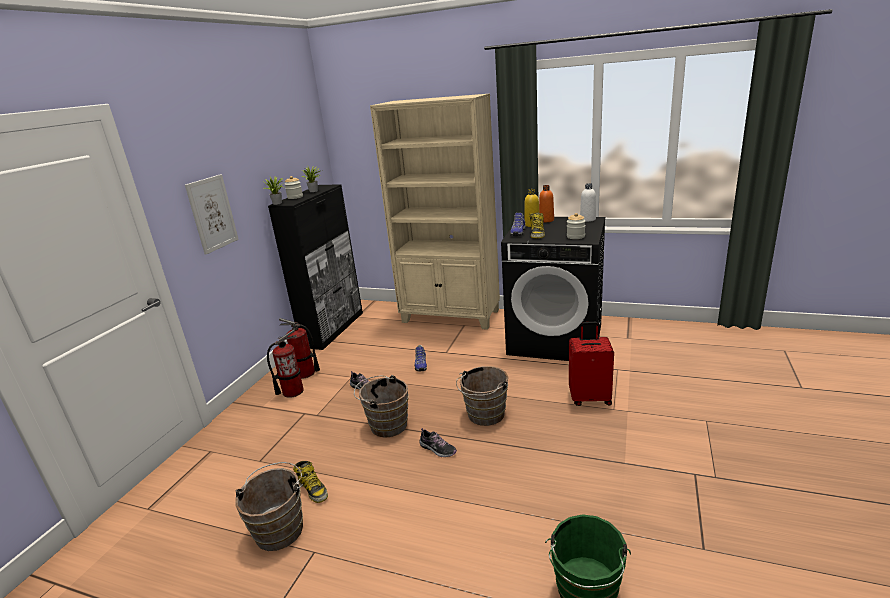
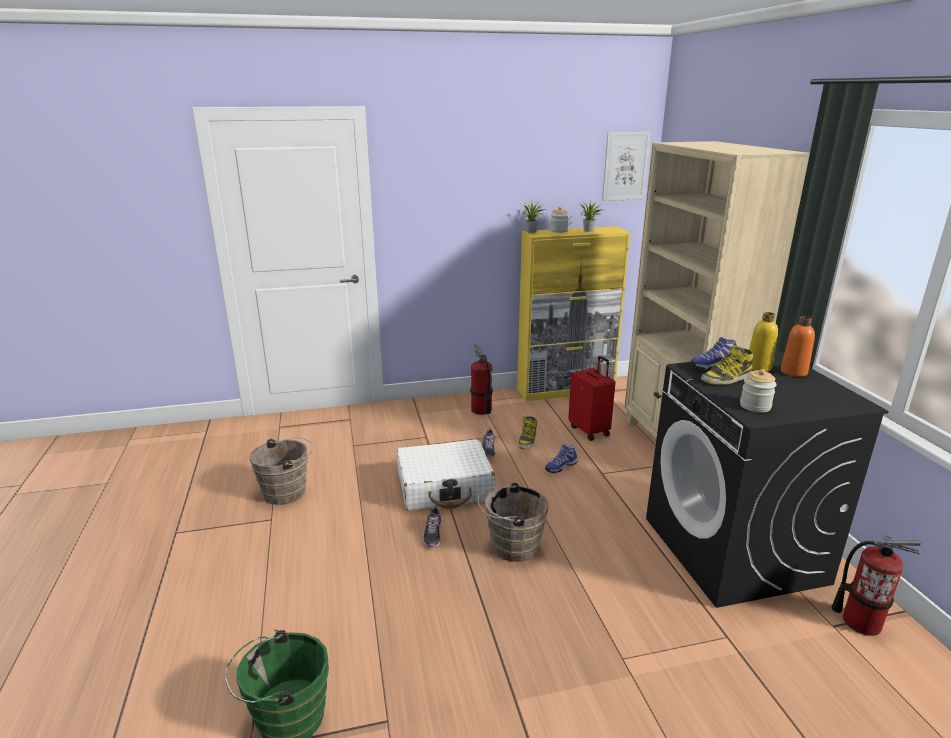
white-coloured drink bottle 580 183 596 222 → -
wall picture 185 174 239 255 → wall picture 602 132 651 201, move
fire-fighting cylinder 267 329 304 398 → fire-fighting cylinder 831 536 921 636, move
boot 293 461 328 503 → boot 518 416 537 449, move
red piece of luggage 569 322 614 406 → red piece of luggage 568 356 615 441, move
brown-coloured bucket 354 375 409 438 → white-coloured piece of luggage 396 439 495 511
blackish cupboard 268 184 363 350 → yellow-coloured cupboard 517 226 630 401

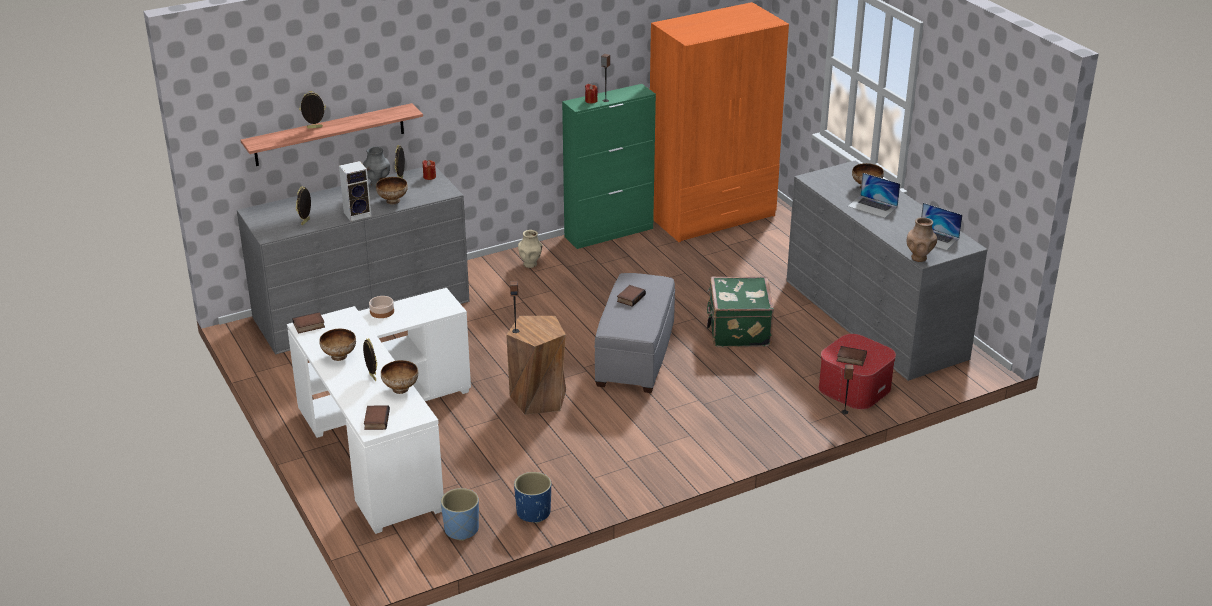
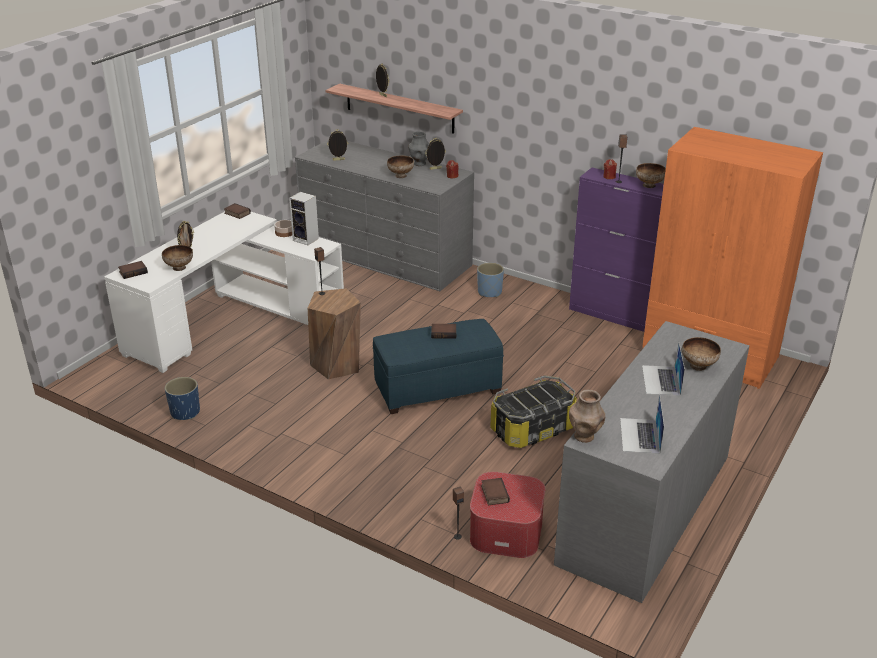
beige decorative vase 518 230 543 268 → -
bowl 319 329 356 361 → bowl 636 163 666 188, move
loudspeaker 339 161 371 221 → loudspeaker 289 192 319 245, move
bluish planter 441 488 479 541 → bluish planter 477 263 504 297, move
green piece of luggage 707 276 774 348 → storage box 490 376 577 448
green cupboard 562 84 656 249 → purple-coloured cupboard 569 168 664 332
greyish ottoman 594 273 675 393 → bluish ottoman 373 319 504 414

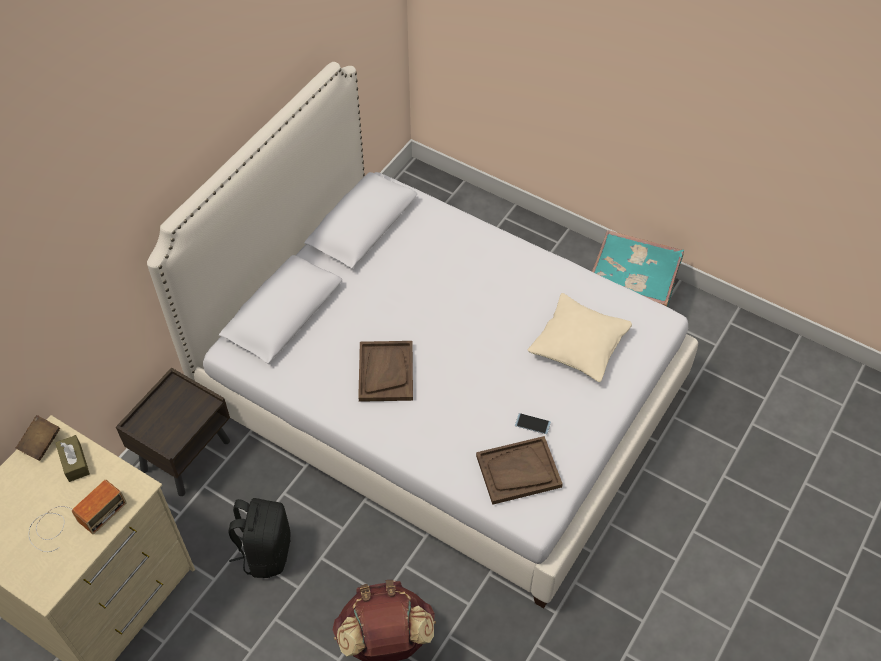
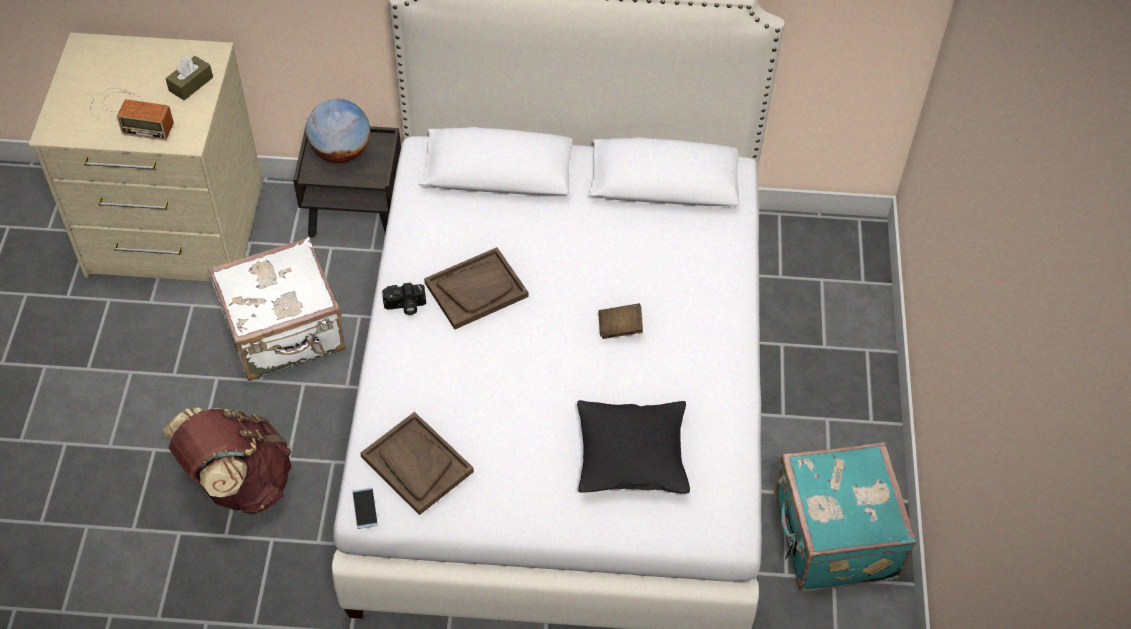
- → world globe 306 99 370 163
- → still camera 382 283 426 315
brown-coloured book 16 415 60 461 → brown-coloured book 598 303 643 339, move
phone 515 413 551 434 → phone 352 488 378 529, move
blackish rucksack 229 498 290 578 → white-coloured piece of luggage 208 237 345 381
beige pillow 528 293 632 382 → blackish pillow 577 400 690 494

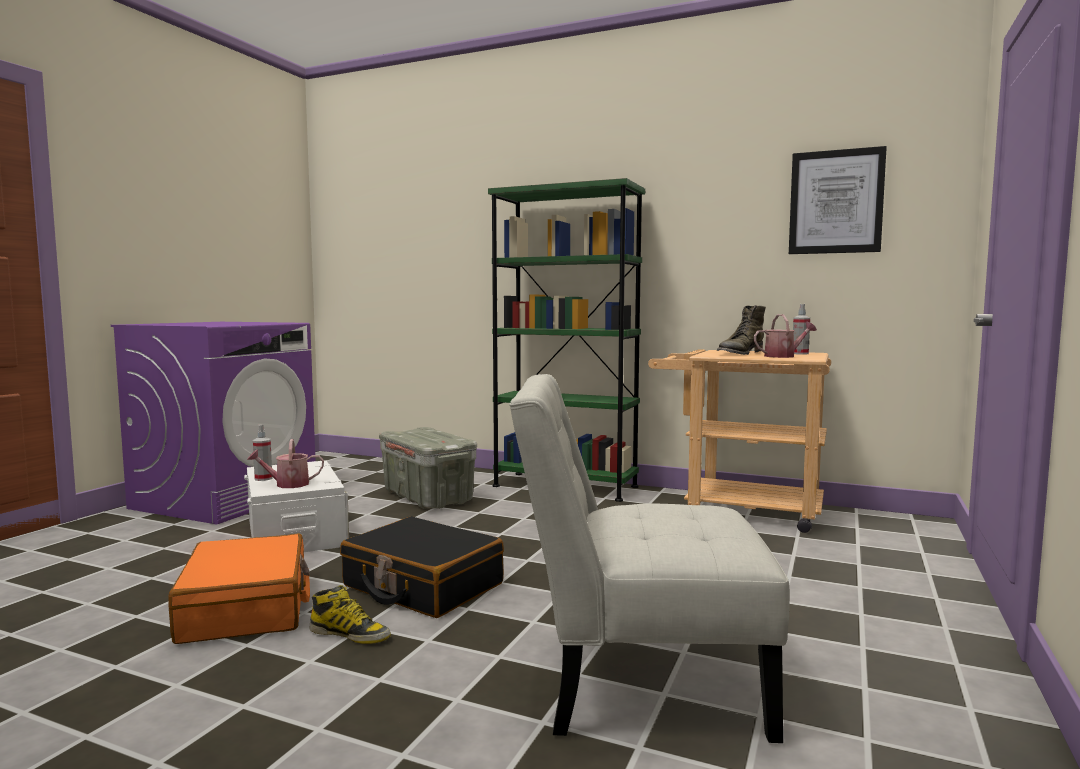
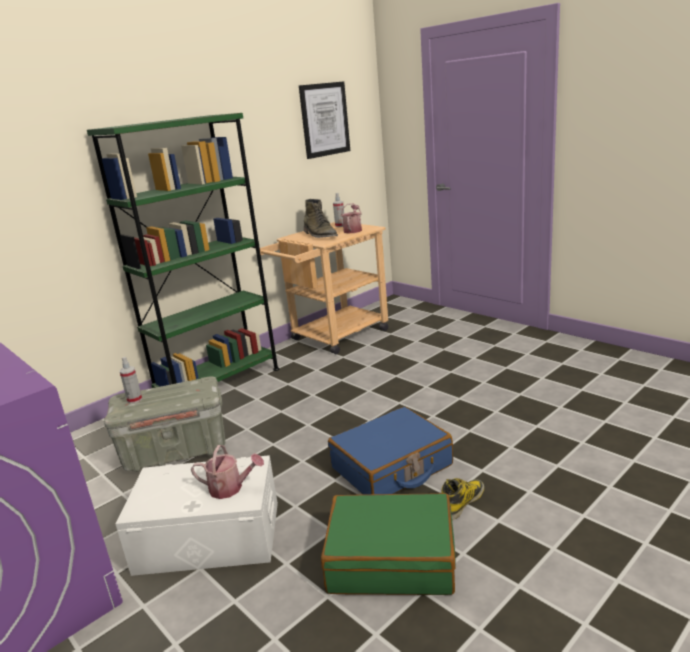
white-coloured plain chair 509 374 790 743 → -
sprayer 253 425 272 481 → sprayer 120 357 142 404, move
orangey piece of luggage 168 534 310 644 → green piece of luggage 321 493 455 595
blackish piece of luggage 340 516 504 618 → bluish piece of luggage 328 407 453 494
sprinkling can 247 439 324 488 → sprinkling can 191 445 264 499, 90 degrees counterclockwise

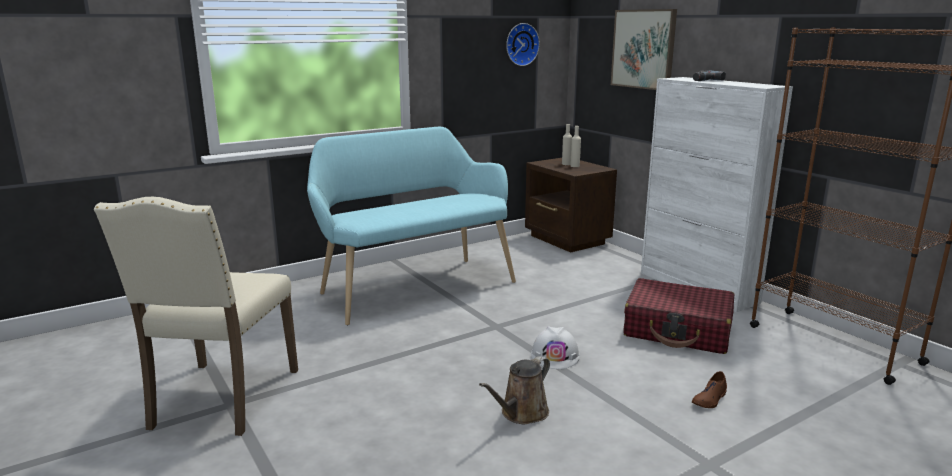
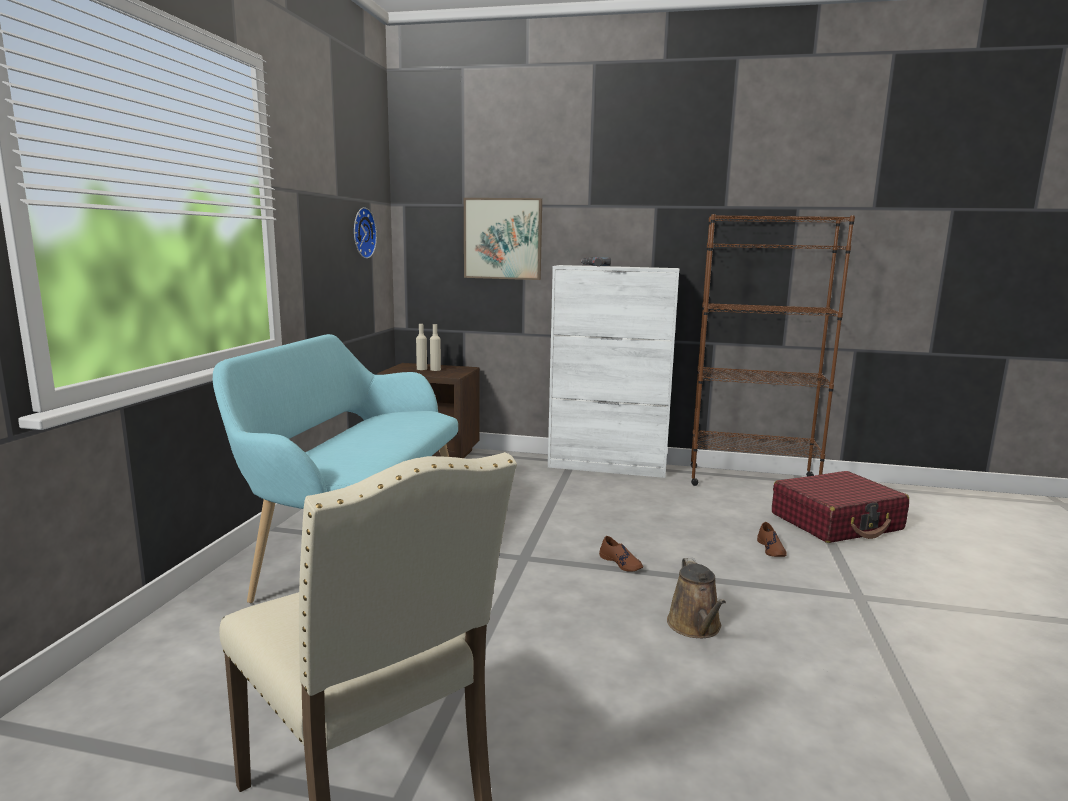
red piece of luggage 623 278 734 354 → red piece of luggage 772 471 909 543, move
white-coloured safety helmet 531 326 580 369 → brown-coloured low shoe 599 536 643 571

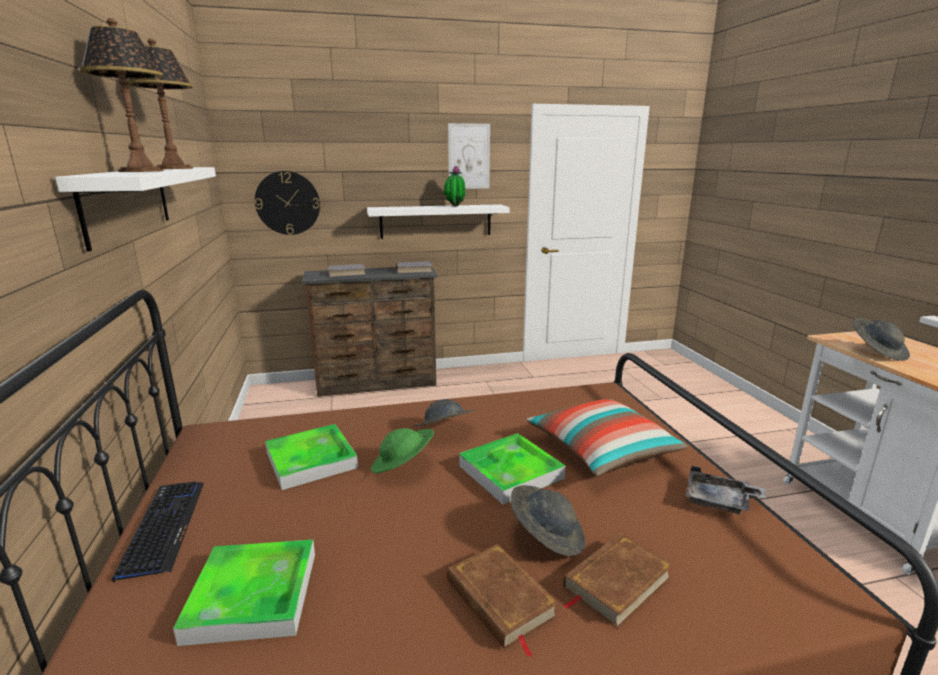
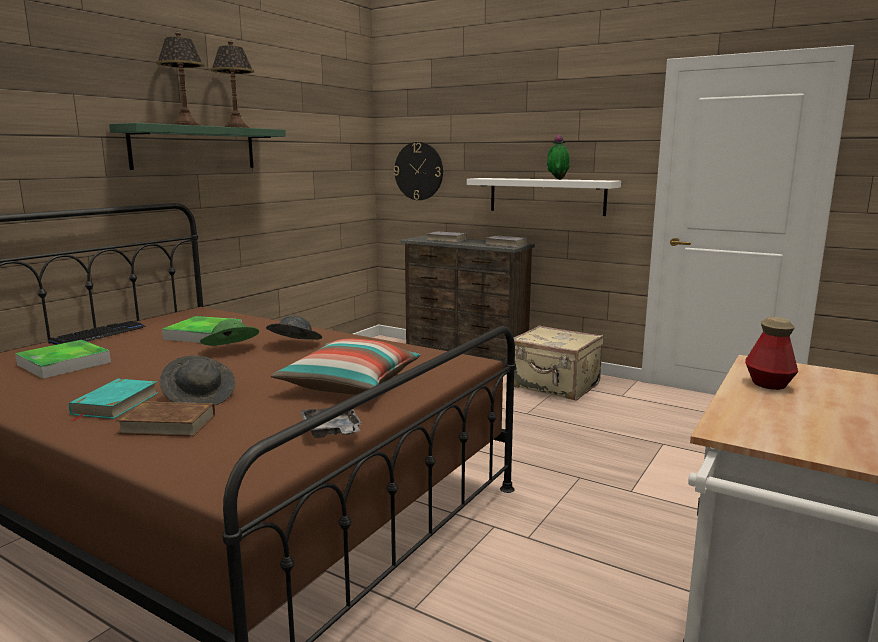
wall picture 448 123 490 189 → -
carrying tray 459 433 565 505 → -
- → beige piece of luggage 514 325 604 401
greyish clothing hat 853 318 910 361 → drink bottle 745 317 798 390
white-coloured shelf 55 167 216 252 → green shelf 109 123 286 170
brown-coloured book 447 544 559 658 → turquoise-coloured book 69 379 158 422

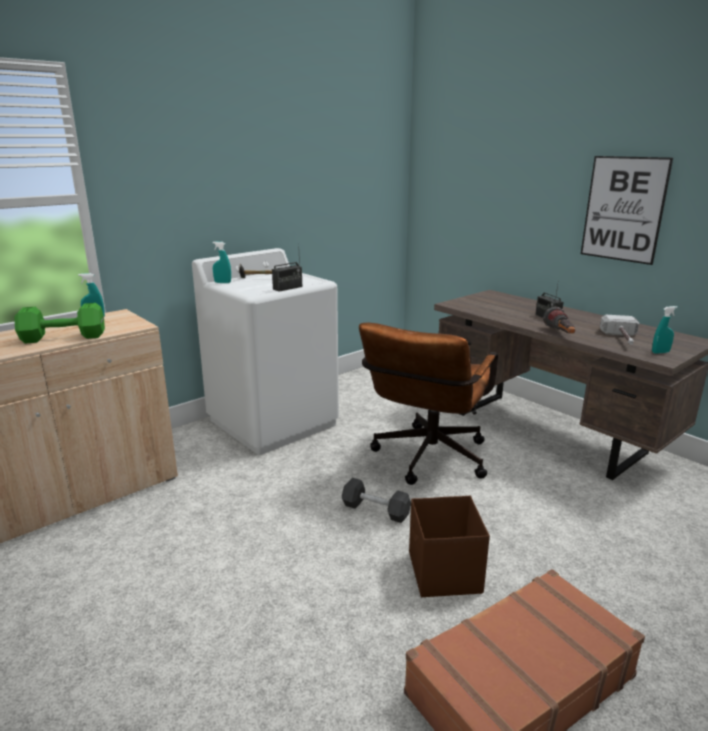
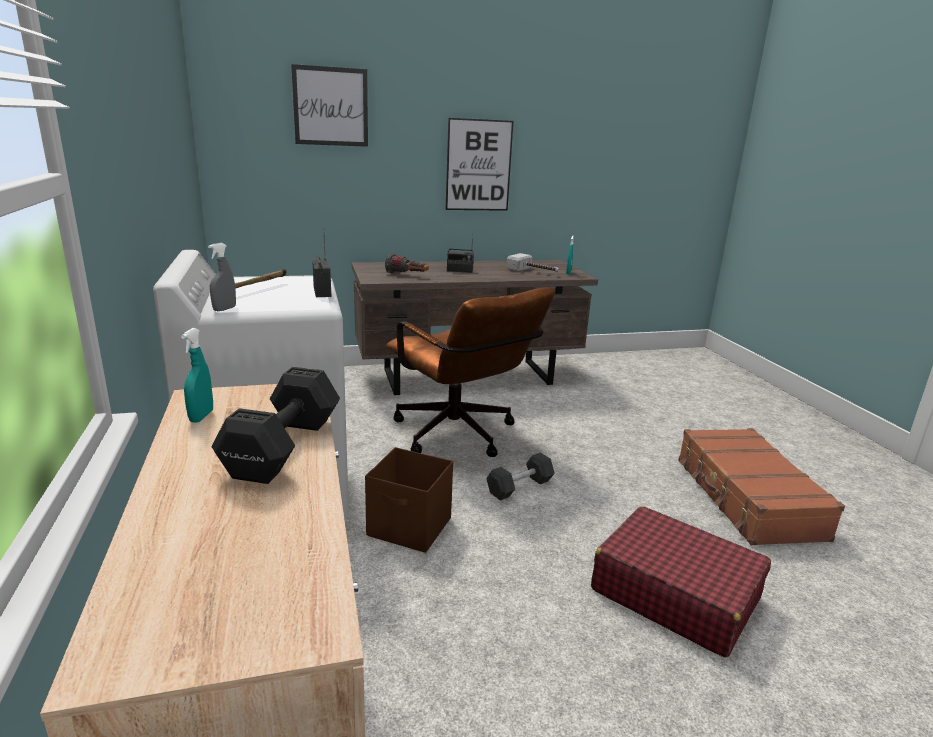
- → wall picture 291 64 368 147
- → red piece of luggage 591 506 771 657
brown-coloured storage box 409 496 490 597 → brown-coloured storage box 365 447 453 553, move
hand torch 543 307 575 333 → hand torch 385 253 429 274, move
green free weight 14 303 105 344 → blackish free weight 212 367 340 484
turquoise-coloured sprayer 213 242 231 283 → greyish sprayer 208 243 236 311

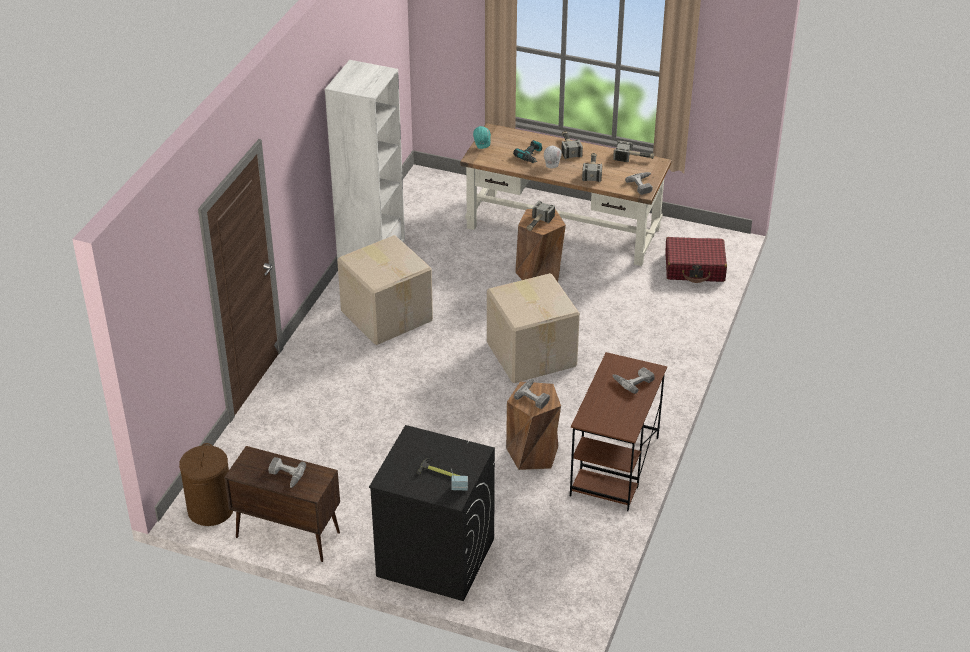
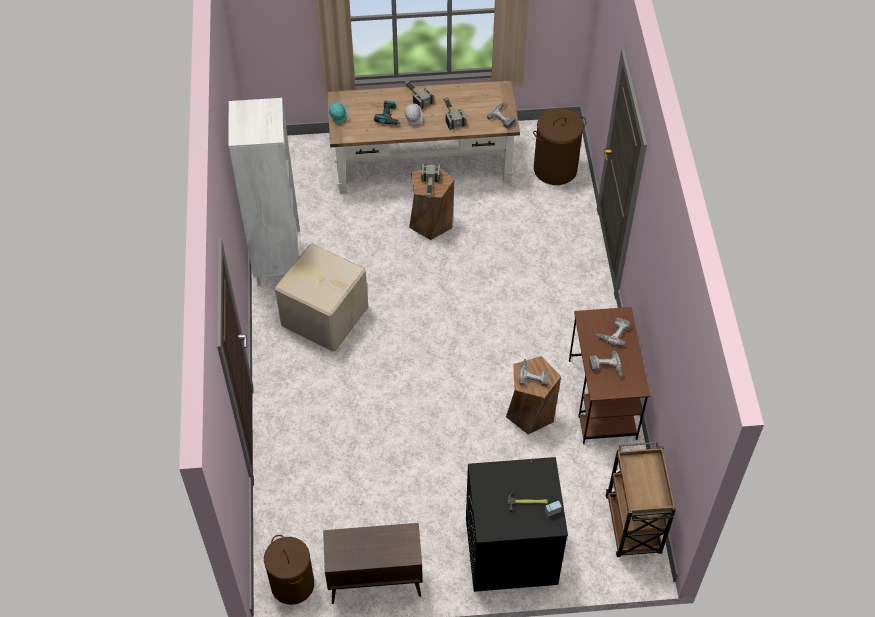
carton 487 273 580 383 → -
hammer 613 141 654 162 → -
- → brown-coloured cart 606 442 676 557
power drill 268 457 306 488 → power drill 589 351 622 378, move
red piece of luggage 665 237 727 283 → brown-coloured washing basket 533 108 586 185

